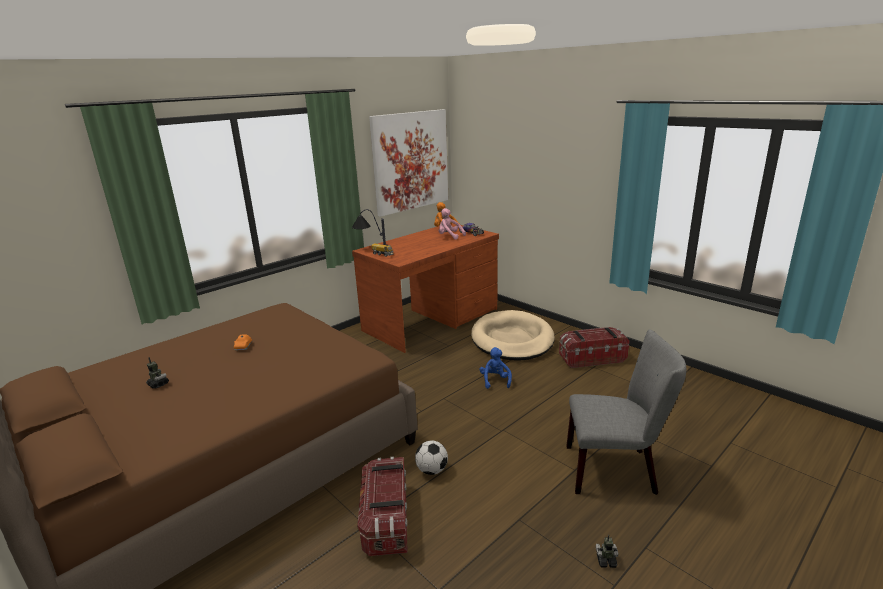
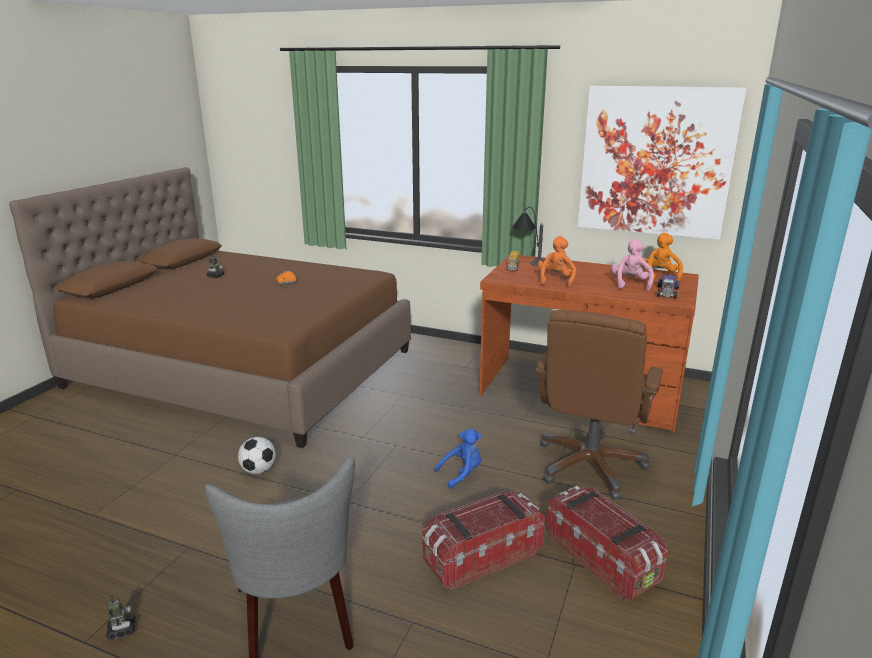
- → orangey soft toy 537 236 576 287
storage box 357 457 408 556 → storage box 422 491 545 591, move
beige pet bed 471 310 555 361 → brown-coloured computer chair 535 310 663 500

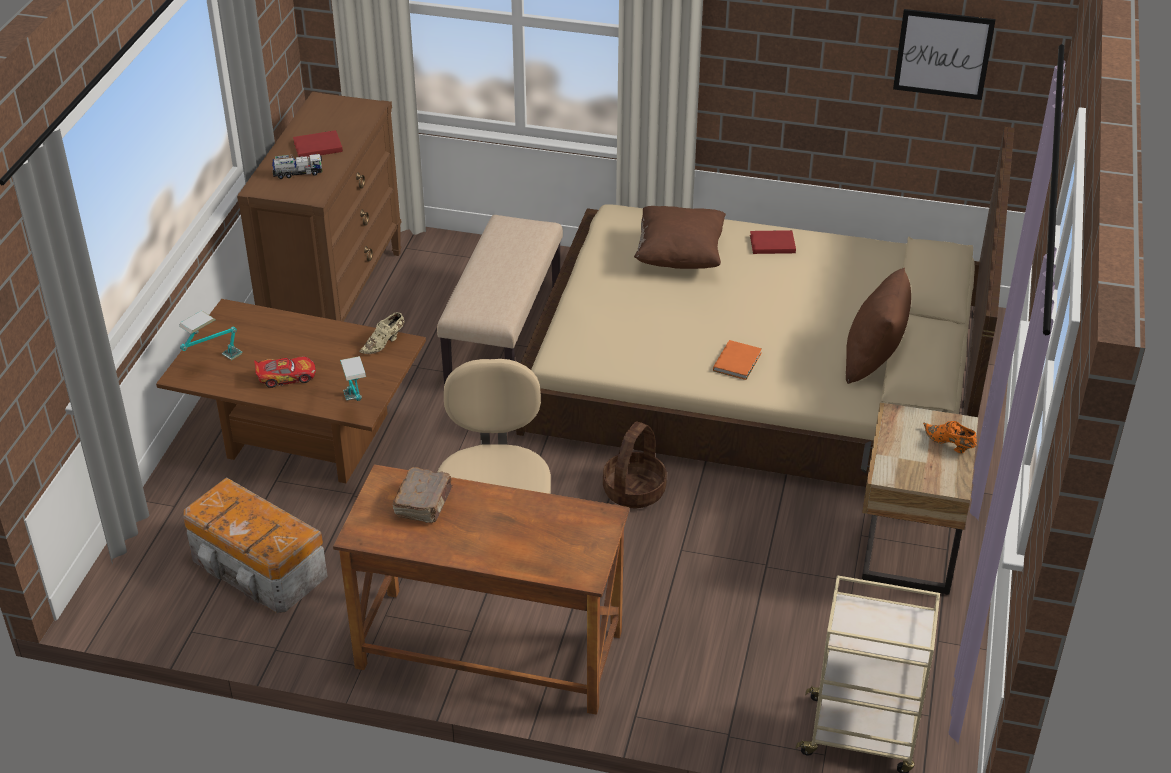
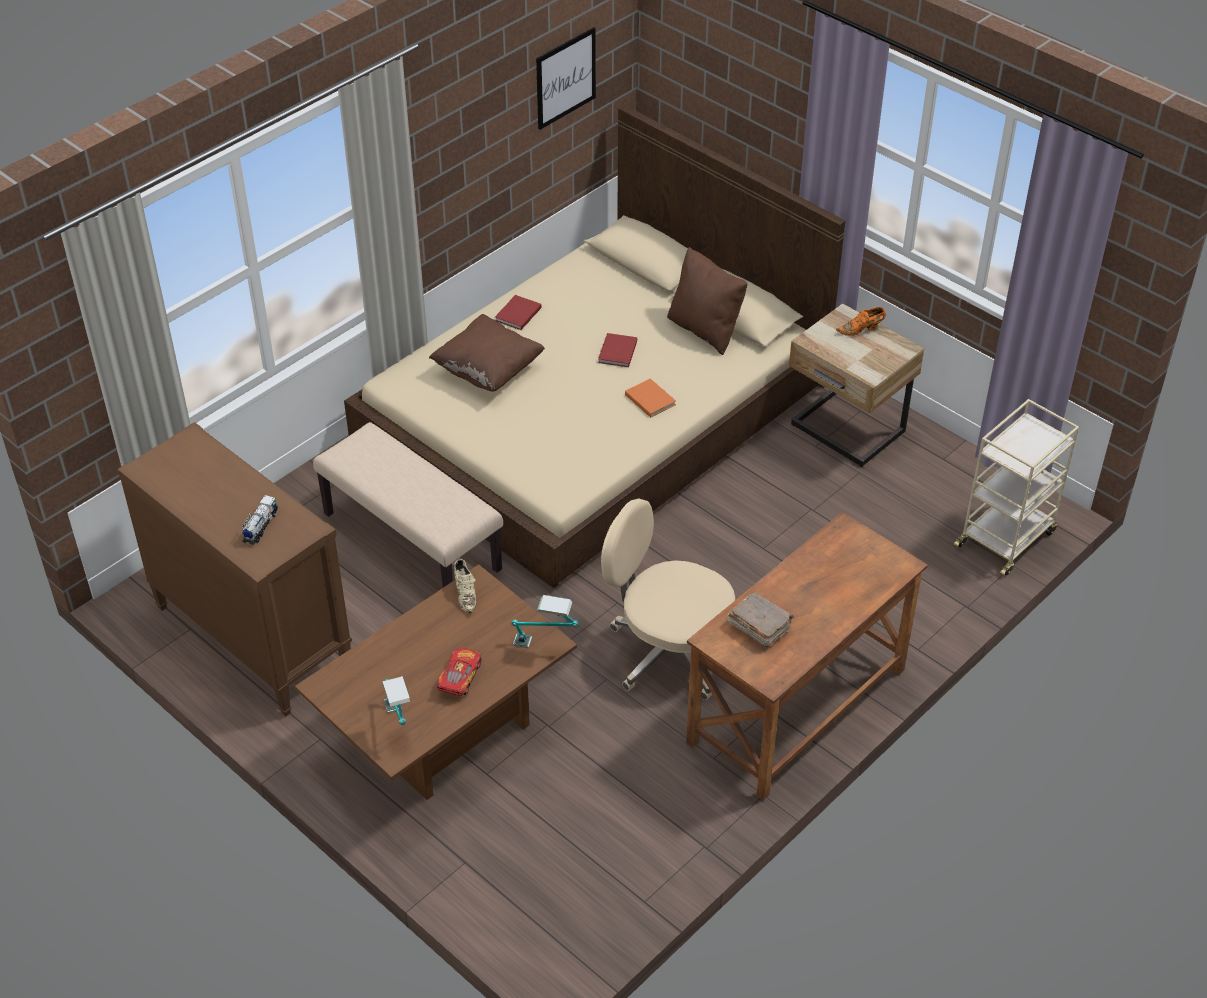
storage box 183 477 328 613 → -
household basket 603 421 667 508 → -
red book 293 130 343 158 → red book 598 333 637 367, move

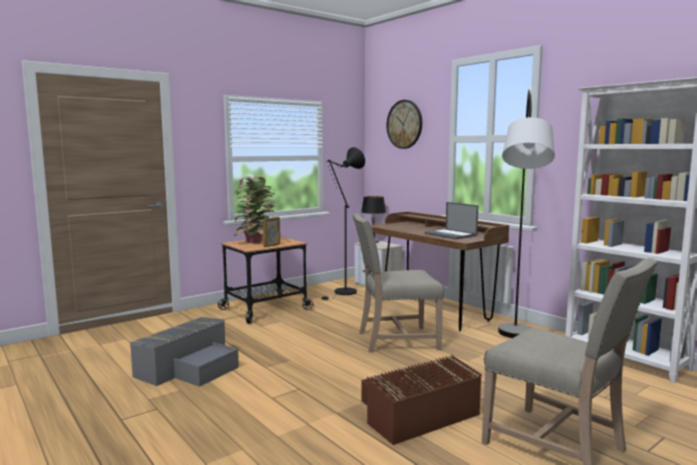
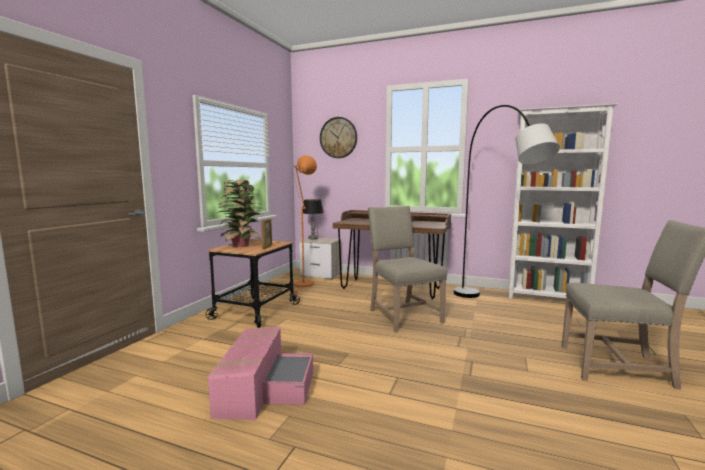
brown-coloured storage box 361 355 482 445 → -
laptop 424 202 479 239 → -
greyish storage box 130 317 239 387 → pink-coloured storage box 207 326 313 420
blackish floor lamp 321 147 365 301 → orangey floor lamp 292 155 317 294
beige plain chair 352 213 444 352 → beige plain chair 368 206 447 333, 105 degrees clockwise

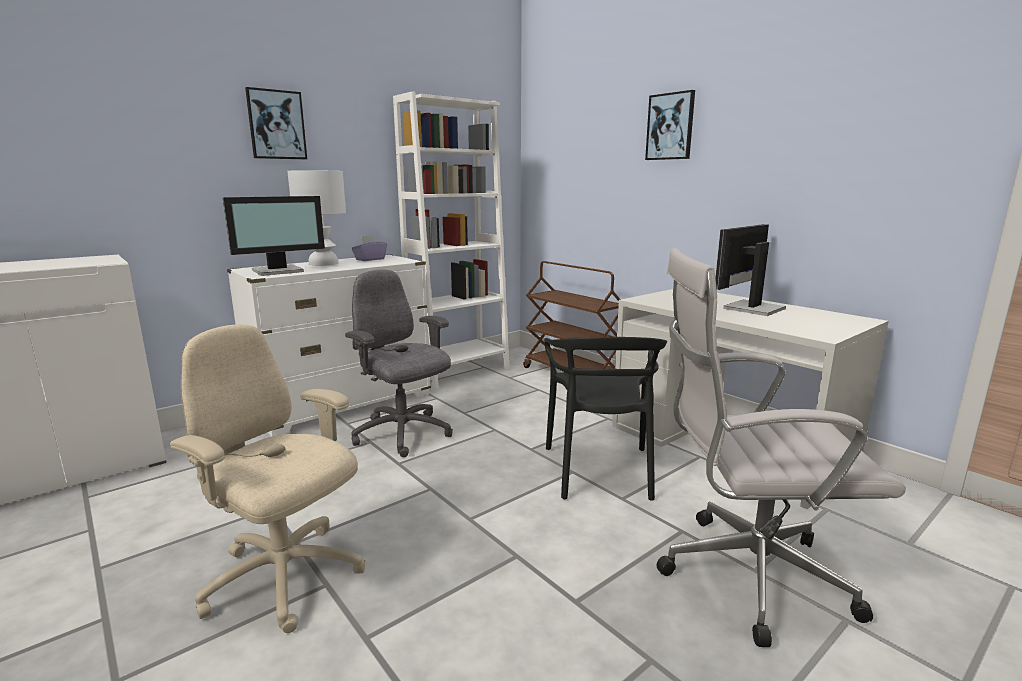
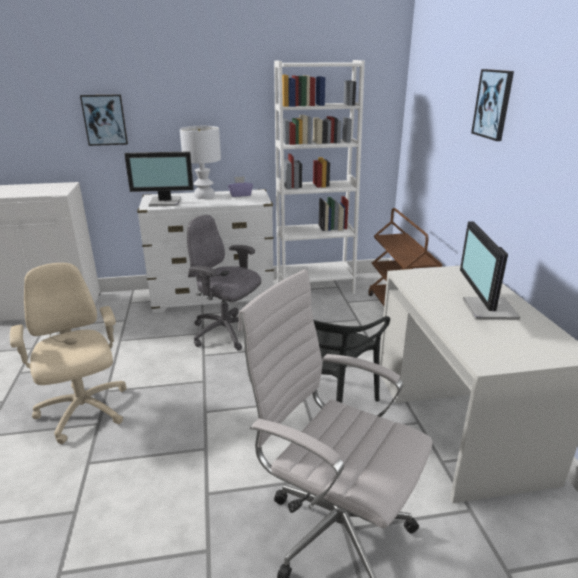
wall picture 245 87 307 159 → wall picture 80 94 128 146, move
greyish computer chair 345 270 453 457 → greyish computer chair 187 215 261 351, 45 degrees counterclockwise
monitor 715 224 786 316 → monitor 460 222 520 320, 75 degrees counterclockwise

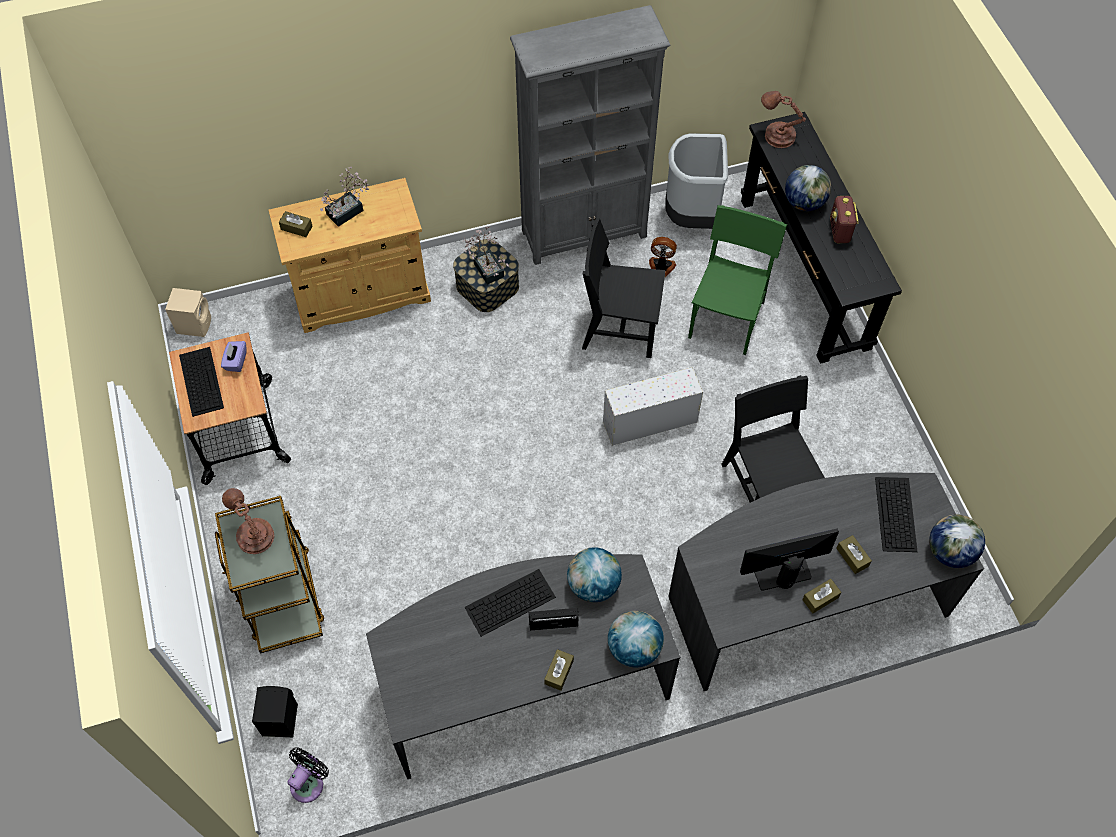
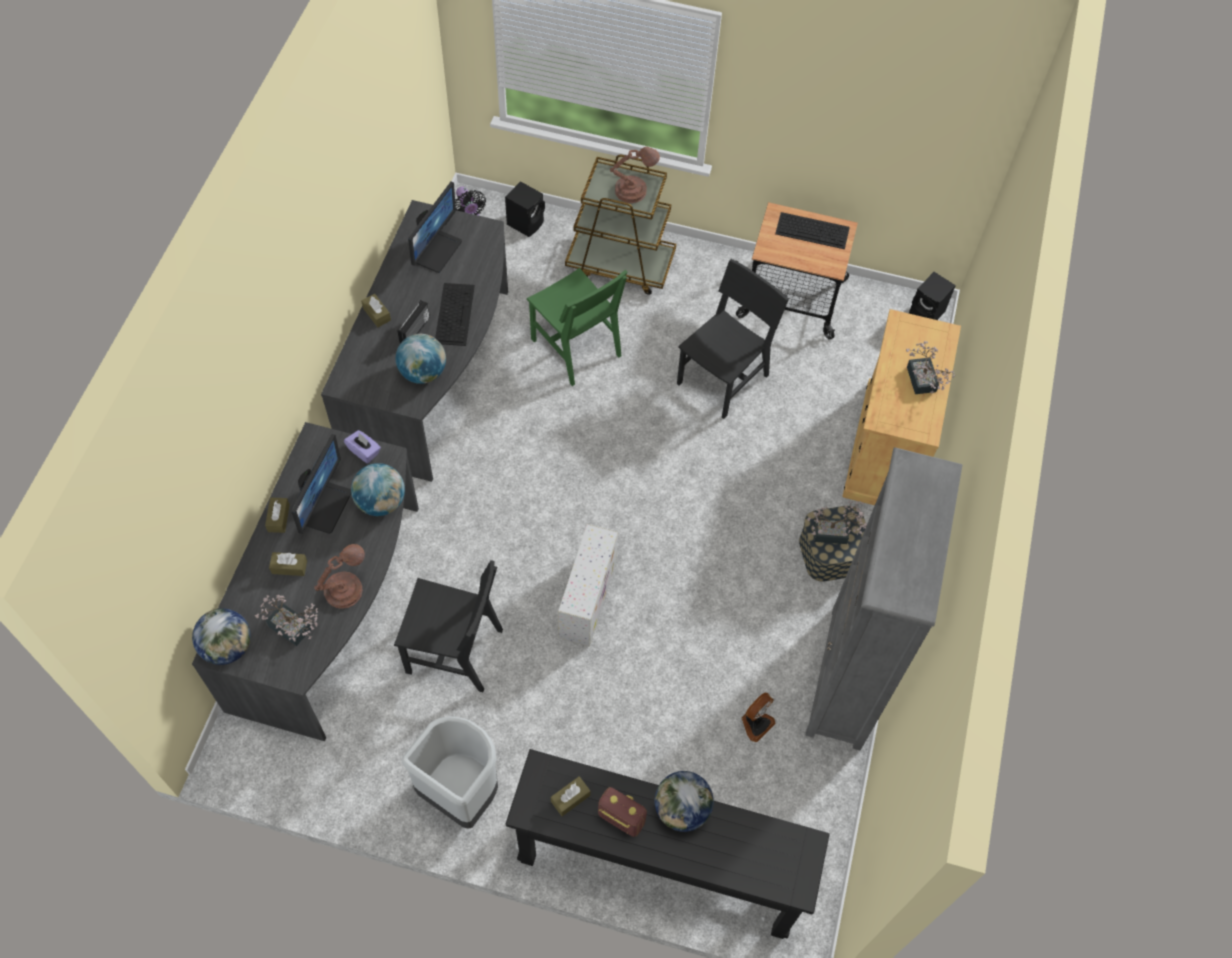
- → monitor 408 181 462 273
purple-coloured tissue box 221 341 247 372 → purple-coloured tissue box 344 430 381 464, move
brown-coloured tissue box 279 211 313 237 → brown-coloured tissue box 551 776 591 816, move
blackish plain chair 582 218 666 358 → blackish plain chair 677 259 789 419, move
world globe 608 611 664 668 → world globe 351 463 405 516, move
greyish rubbish bin 665 134 728 229 → greyish rubbish bin 402 716 498 829, move
green plain chair 688 205 787 355 → green plain chair 527 268 627 386, move
brown-coloured table lamp 761 91 806 148 → brown-coloured table lamp 314 544 365 609, move
computer keyboard 875 477 918 552 → houseplant 255 595 318 646
beige loudspeaker 165 288 211 337 → blackish loudspeaker 909 272 956 320

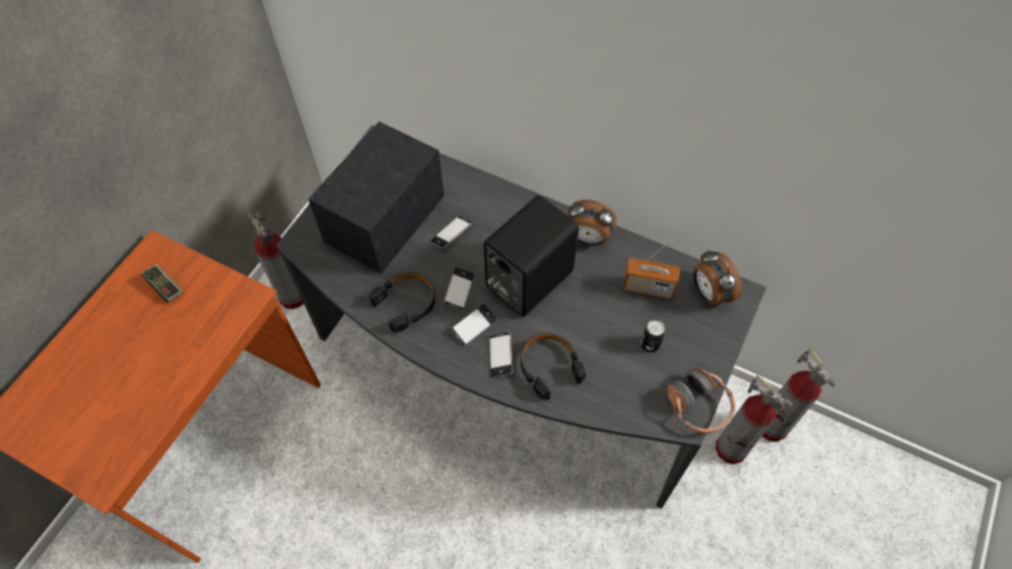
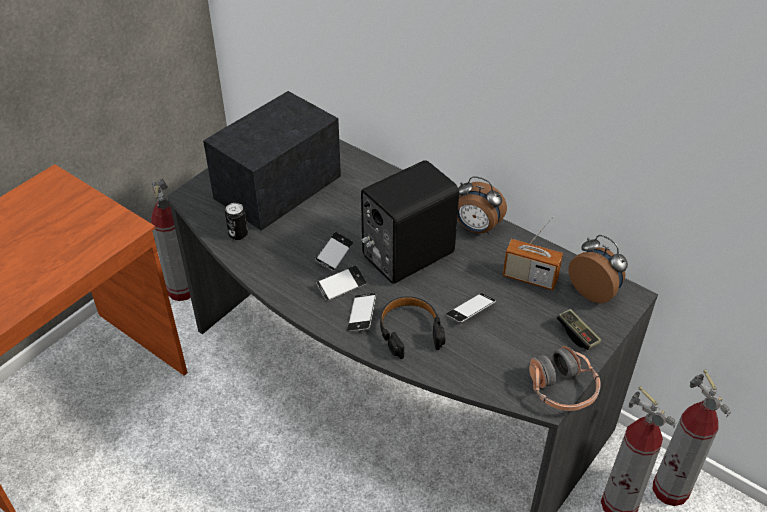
blackish pair of headphones 369 272 435 332 → -
joypad 141 264 183 303 → joypad 557 309 601 350, move
phone 430 216 472 249 → phone 446 293 496 323, move
metal can 641 320 666 352 → metal can 225 203 248 240, move
bedside clock 693 249 742 306 → bedside clock 568 235 628 303, 150 degrees clockwise

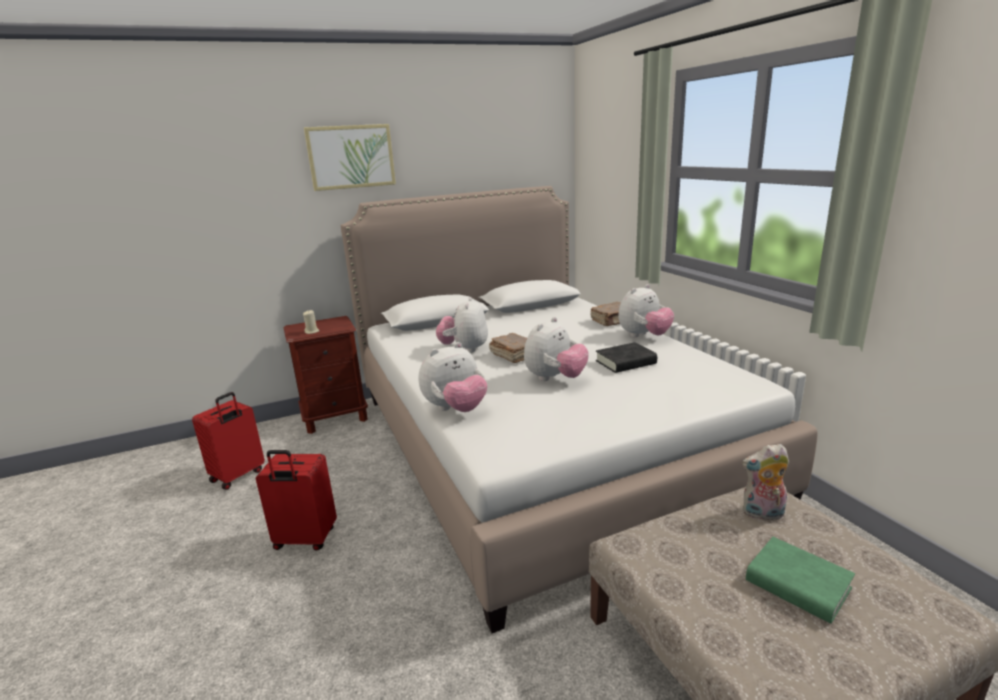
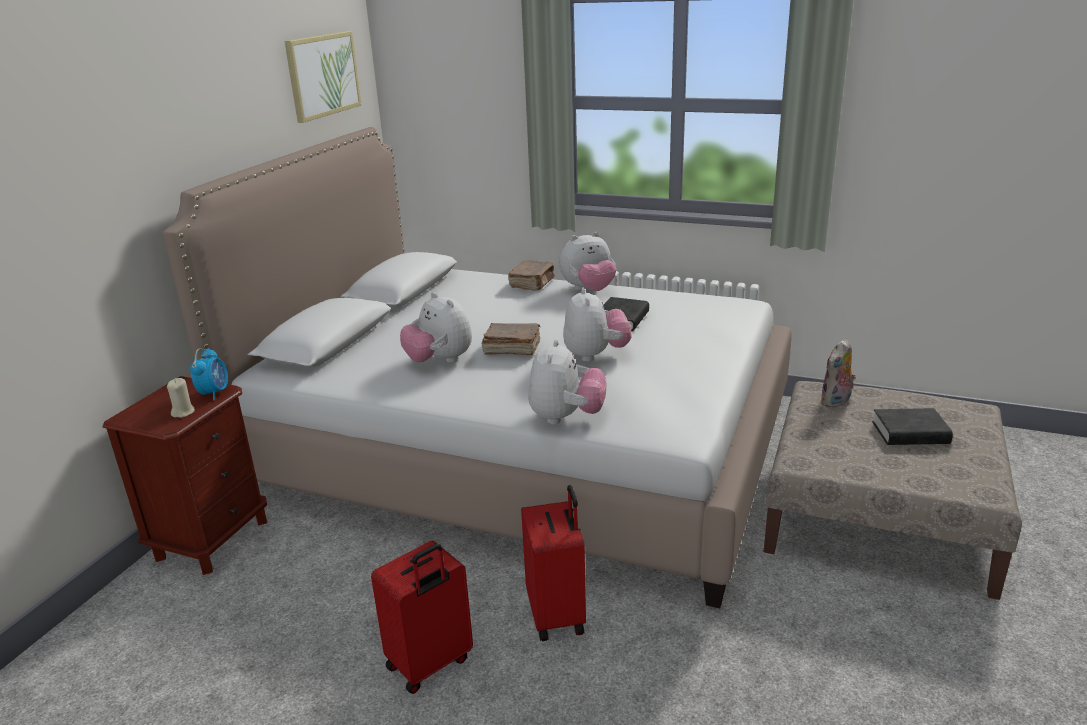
- → bedside clock 190 348 228 400
red piece of luggage 192 392 265 490 → red piece of luggage 521 485 586 641, move
wall picture 304 124 396 191 → wall picture 284 31 362 123, move
green book 746 537 855 624 → blackish book 872 408 953 445
soft toy 618 284 674 337 → soft toy 559 232 616 291, 60 degrees clockwise

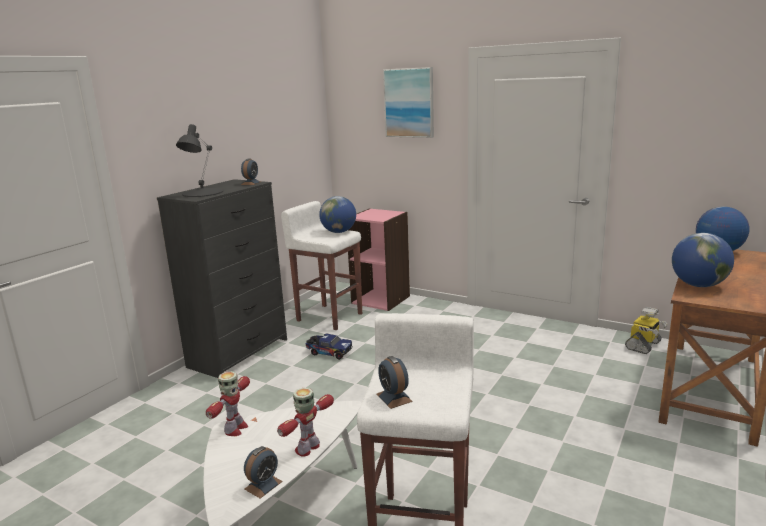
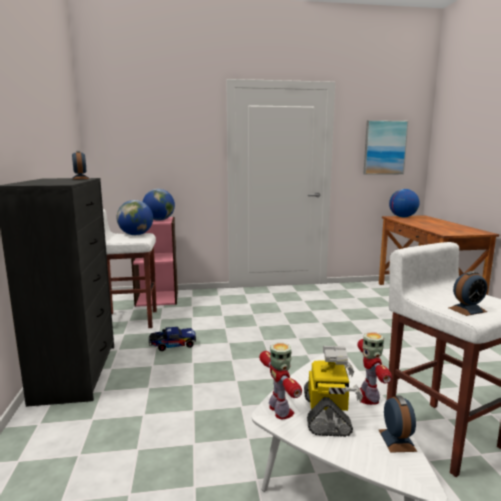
blackish table lamp 176 124 223 197 → -
wall picture 383 67 434 138 → wall picture 363 120 409 175, move
toy robot 625 307 667 354 → toy robot 304 346 363 437, move
world globe 672 233 734 287 → world globe 143 189 175 221, move
bedside clock 377 356 413 409 → bedside clock 449 271 487 316, 45 degrees counterclockwise

